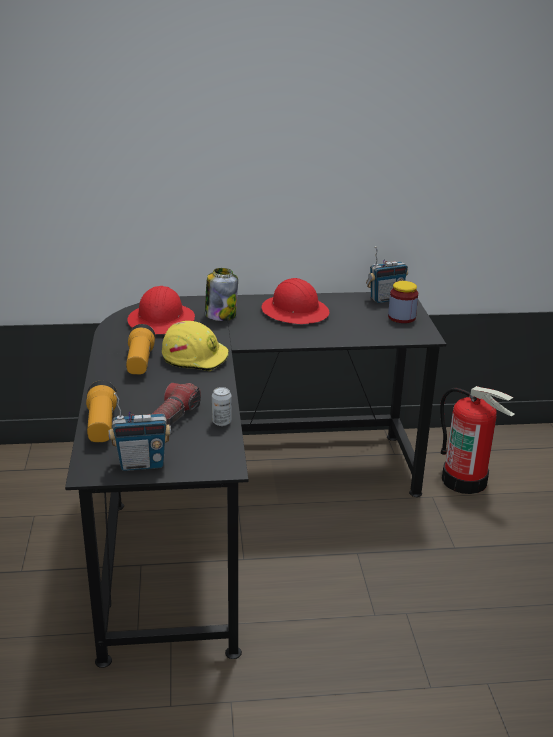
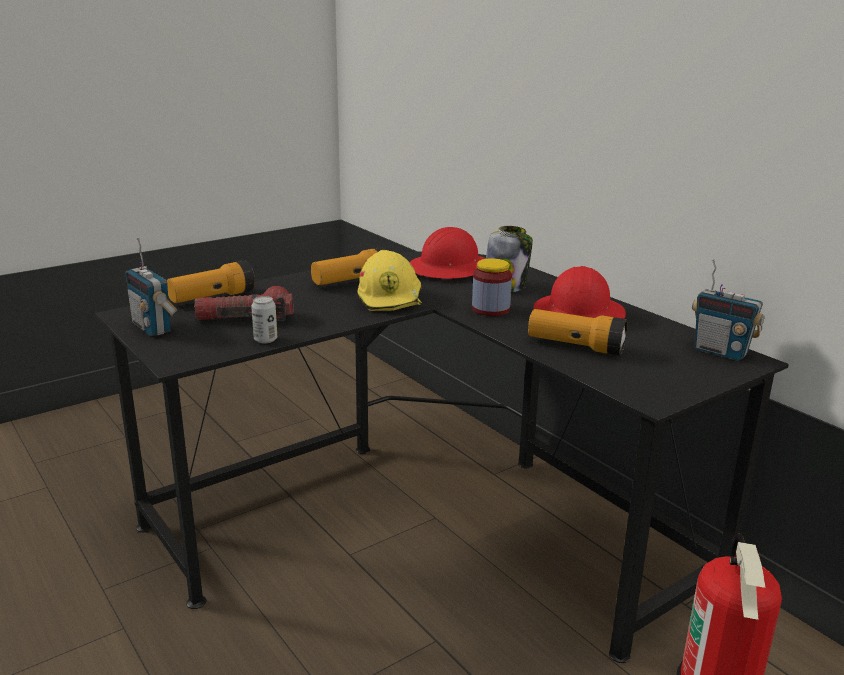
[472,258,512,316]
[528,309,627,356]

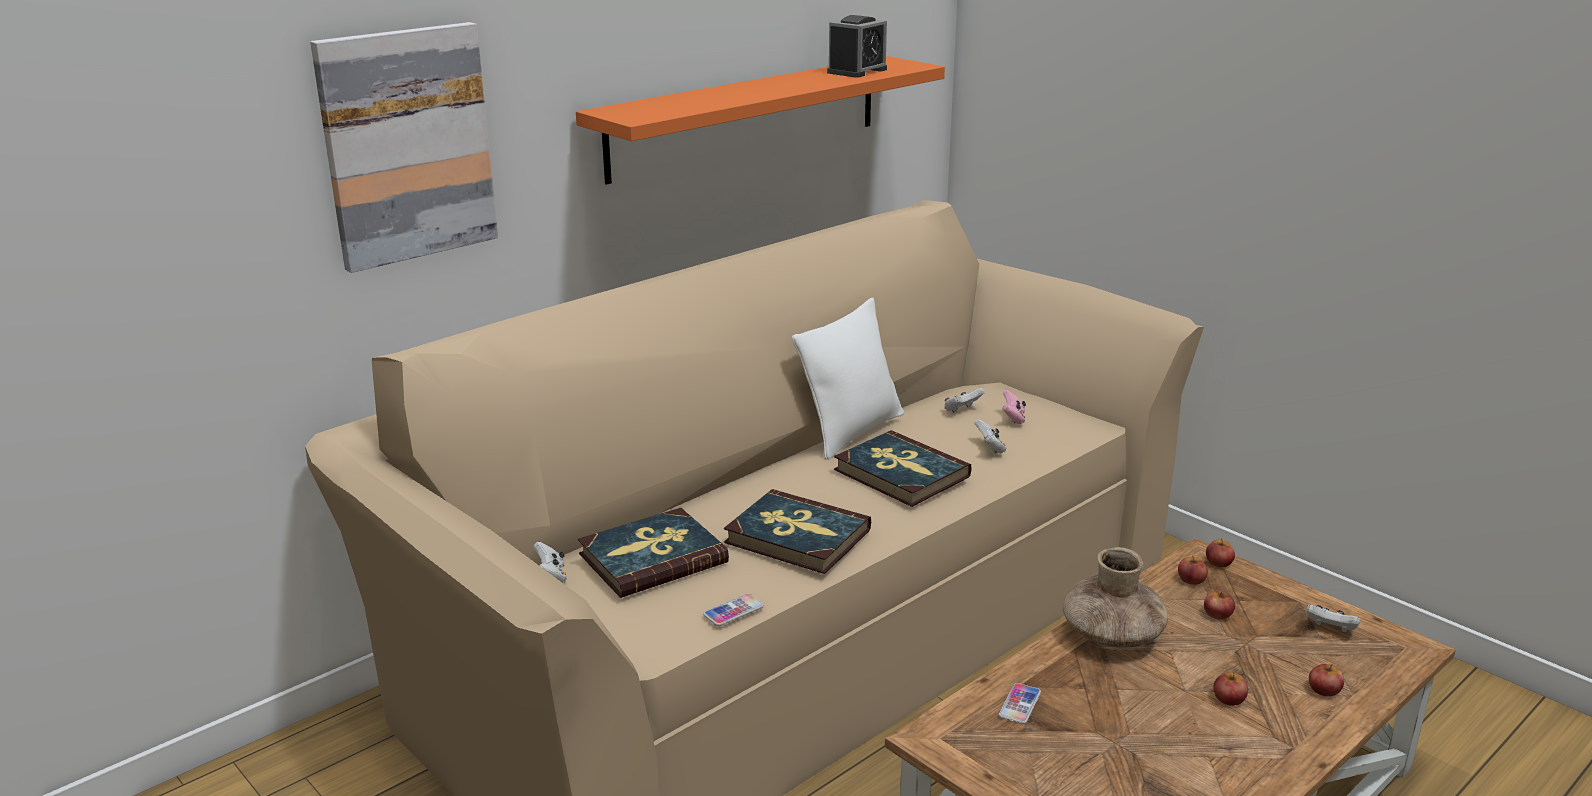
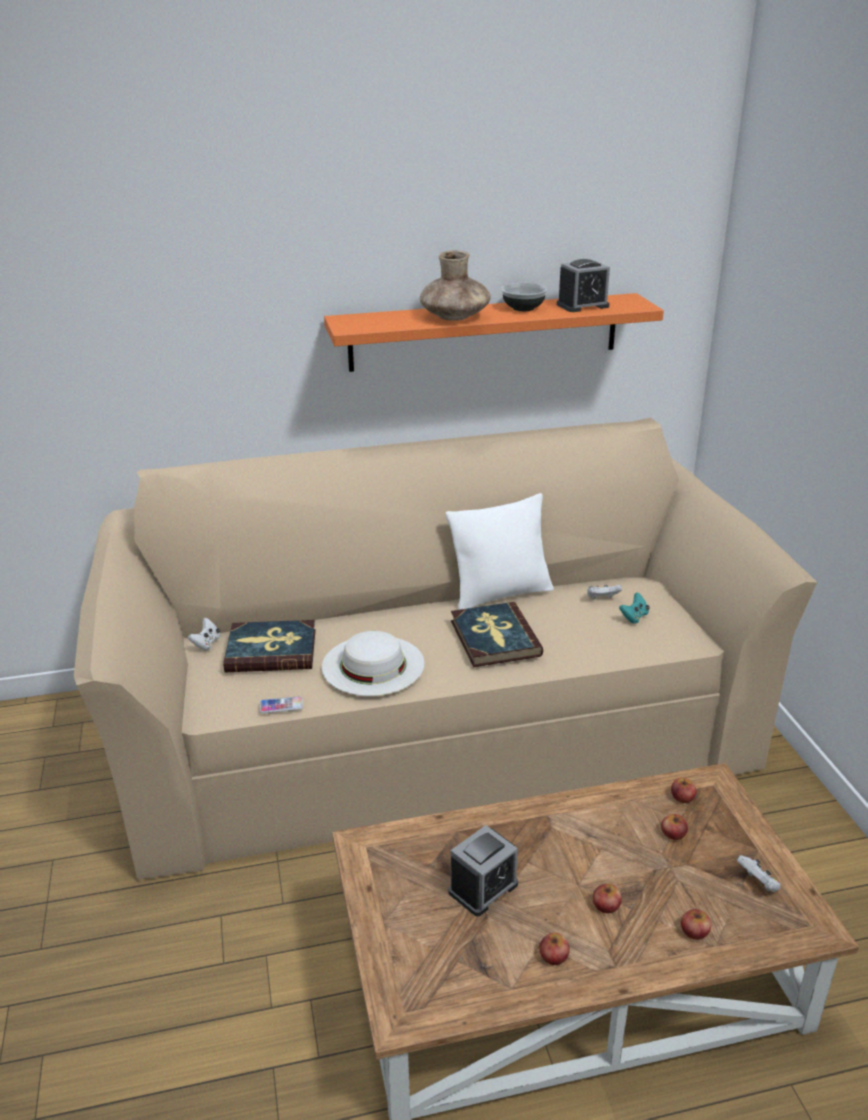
[310,22,498,273] (first image)
[322,631,425,696]
[974,419,1006,454] (first image)
[999,683,1041,724] (first image)
[619,592,650,624]
[420,251,491,321]
[539,933,570,965]
[448,825,518,917]
[501,283,547,311]

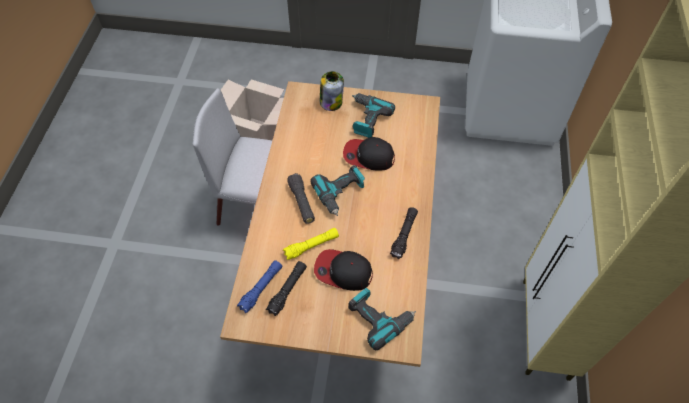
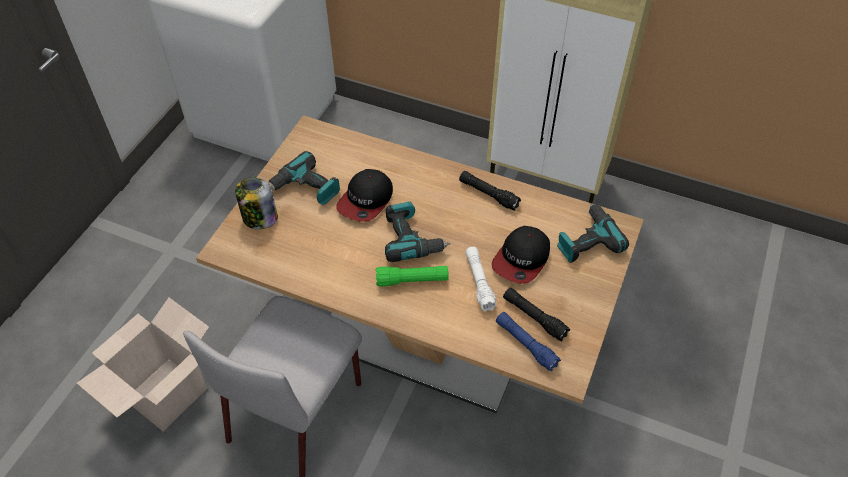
[465,247,497,312]
[375,266,449,287]

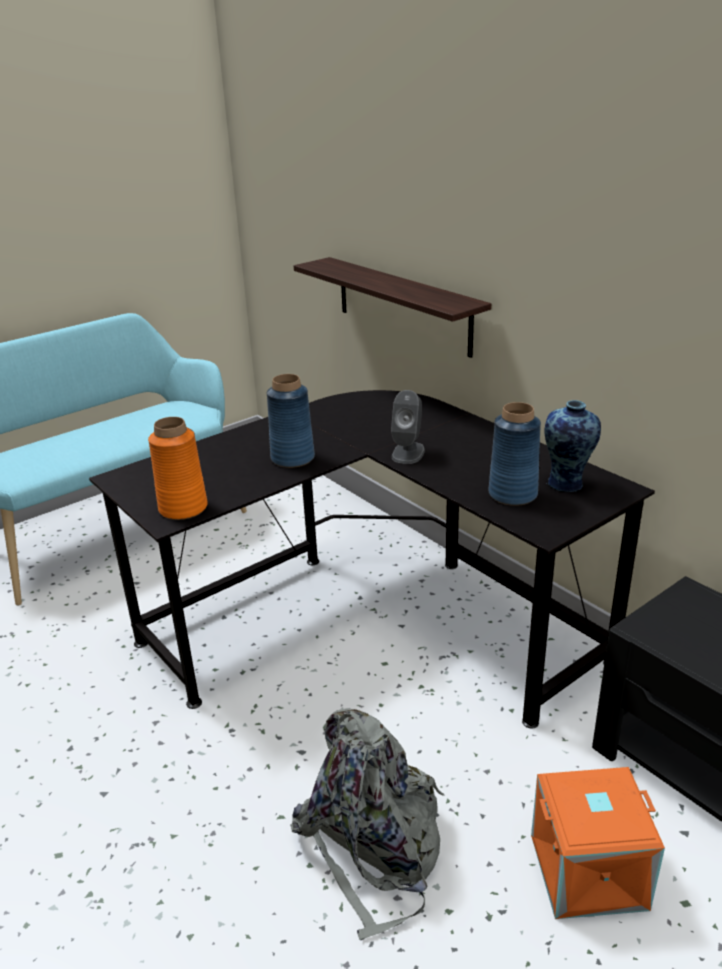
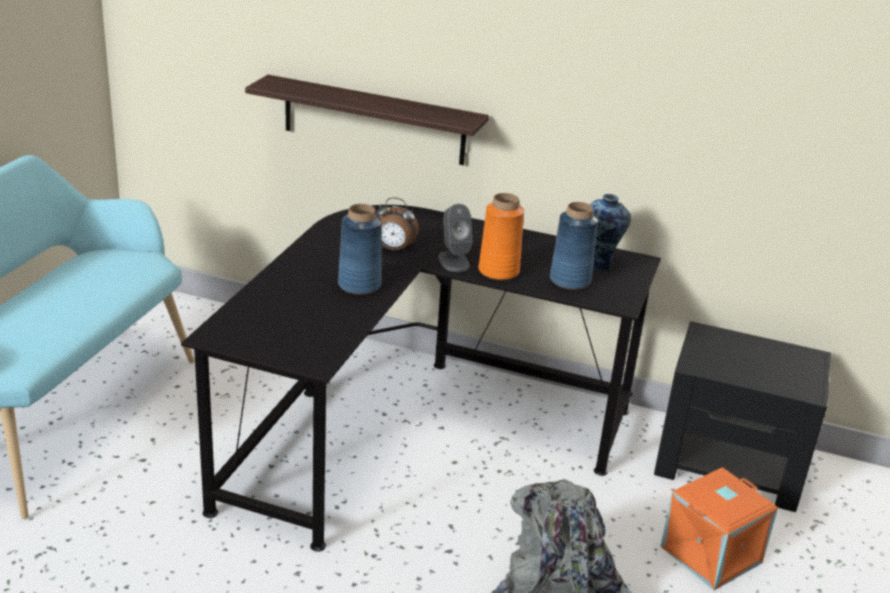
[478,193,524,280]
[376,197,419,252]

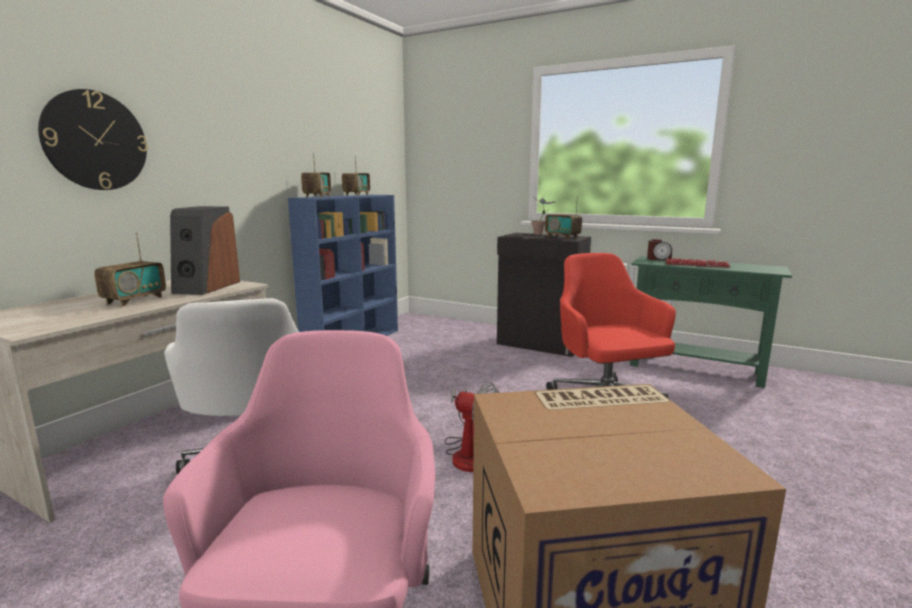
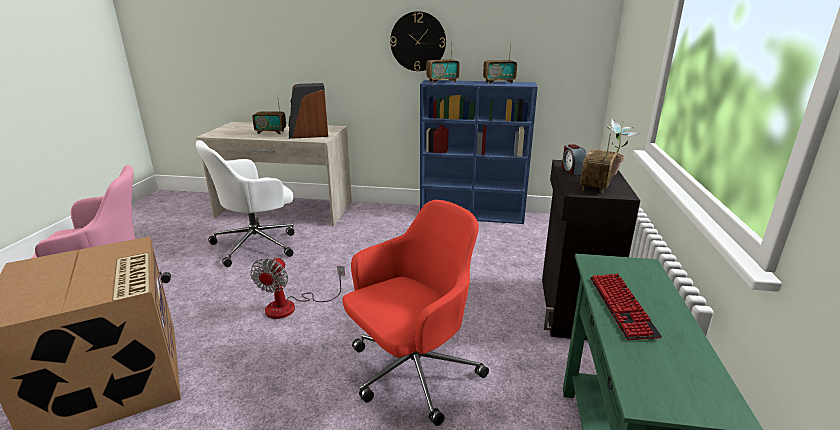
[390,11,446,71]
[562,144,587,175]

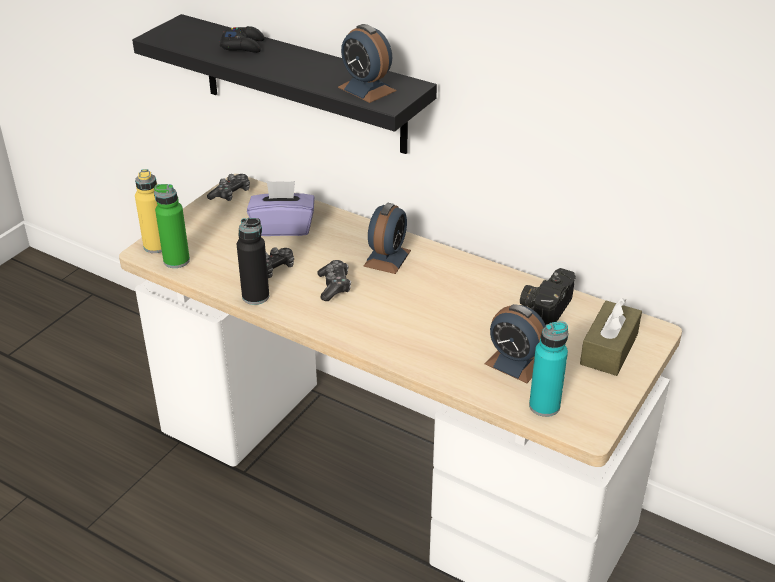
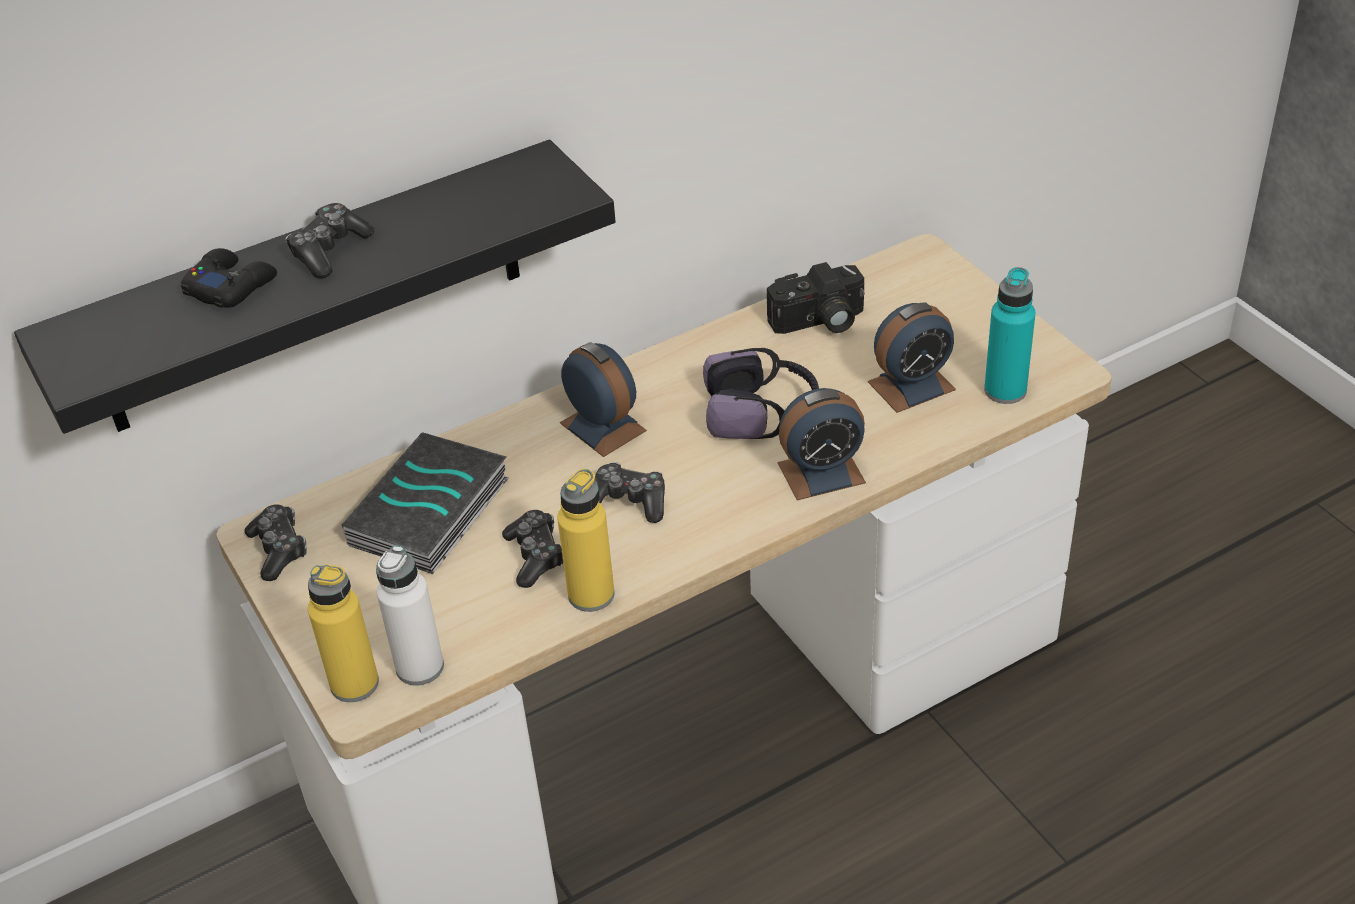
[376,545,444,685]
[557,469,615,612]
[342,433,509,574]
[778,388,866,500]
[767,262,865,334]
[580,298,642,376] (first image)
[285,203,375,279]
[703,348,819,439]

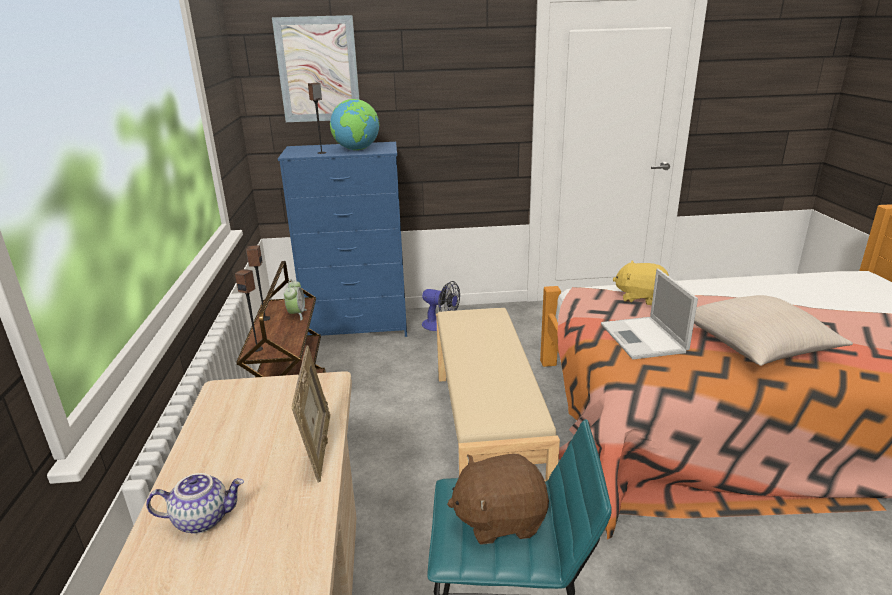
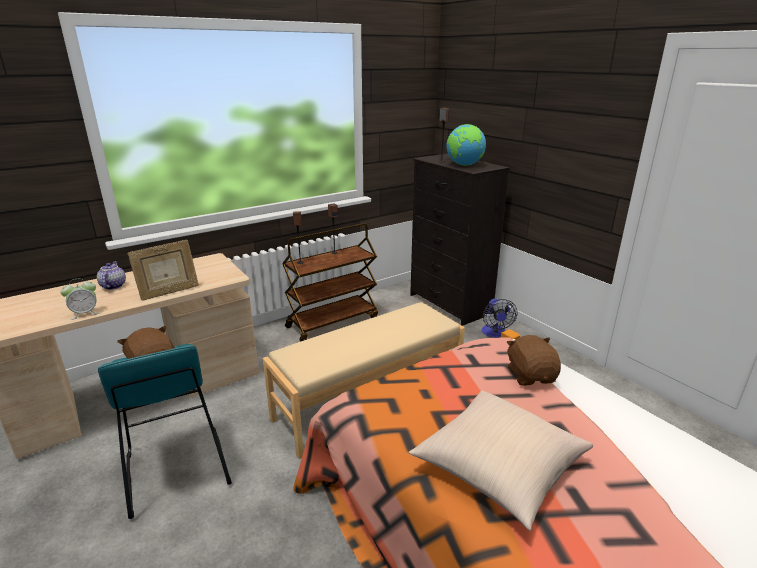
[97,261,126,290]
[272,15,359,122] (first image)
[410,154,510,326]
[60,279,100,320]
[601,269,698,359] (first image)
[506,335,561,386]

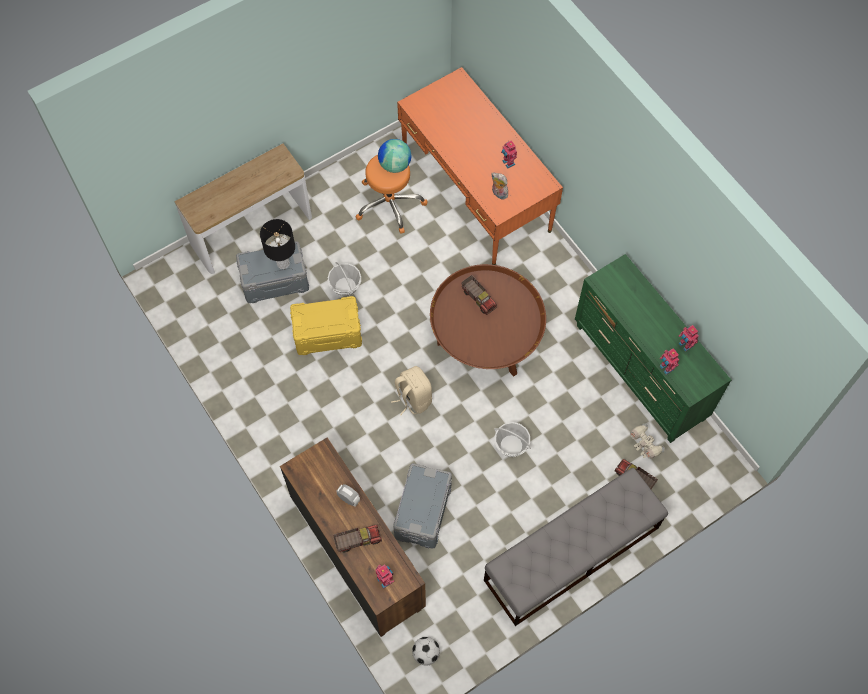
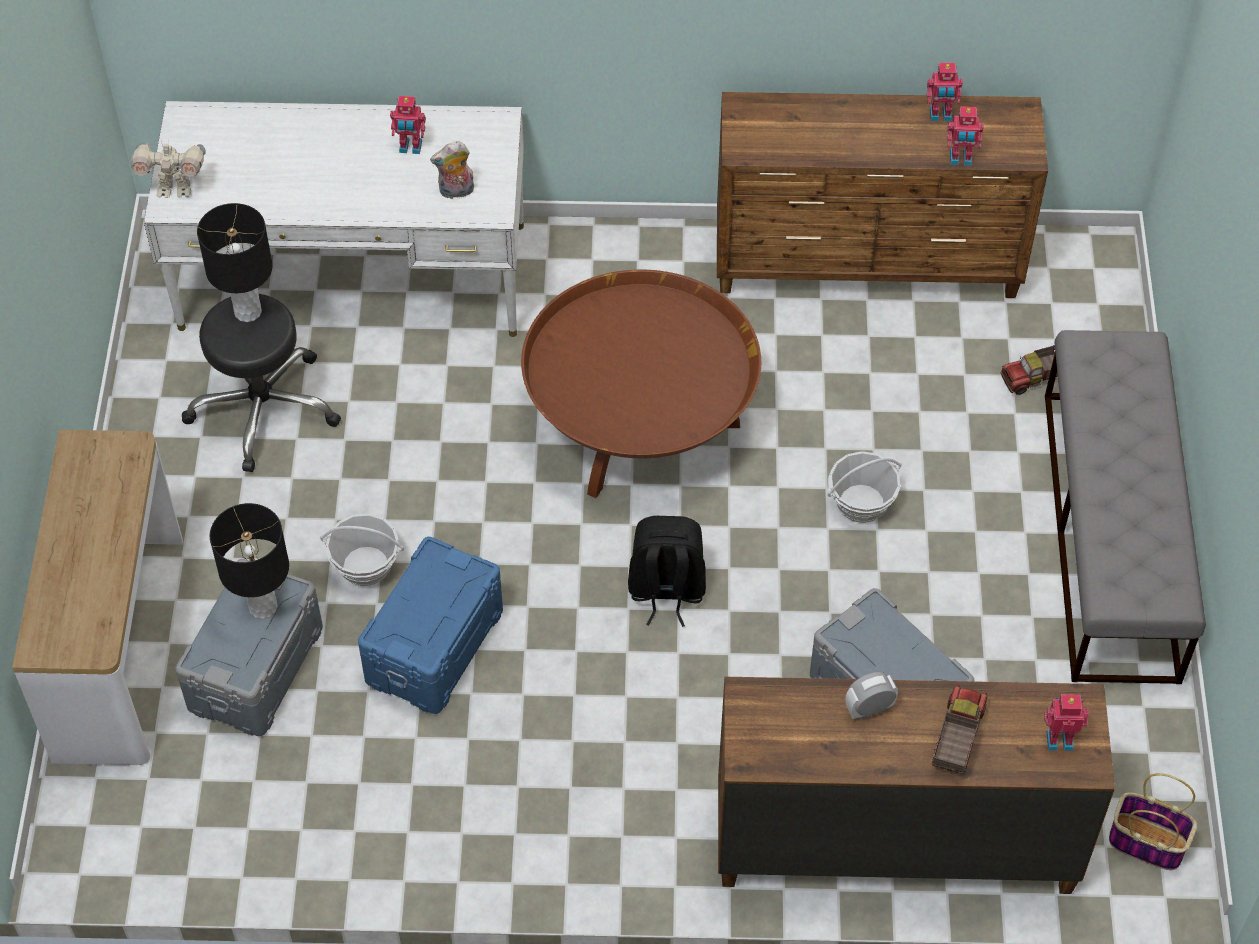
[358,537,503,714]
[182,294,341,472]
[197,203,273,322]
[628,516,706,627]
[144,101,524,337]
[1109,773,1197,870]
[461,275,497,315] (first image)
[717,92,1048,298]
[131,141,206,198]

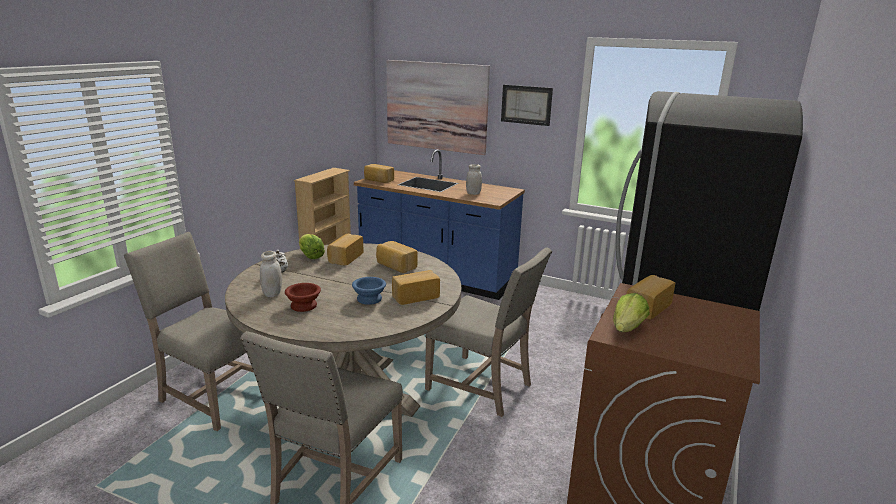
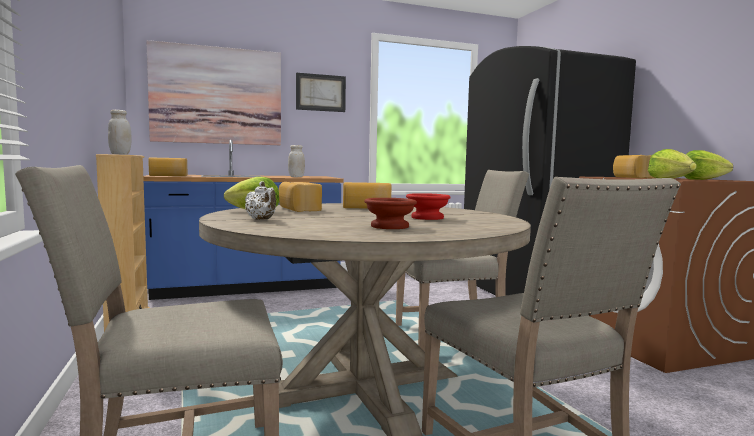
[108,110,131,154]
[406,193,451,220]
[392,270,440,305] (first image)
[684,150,733,180]

